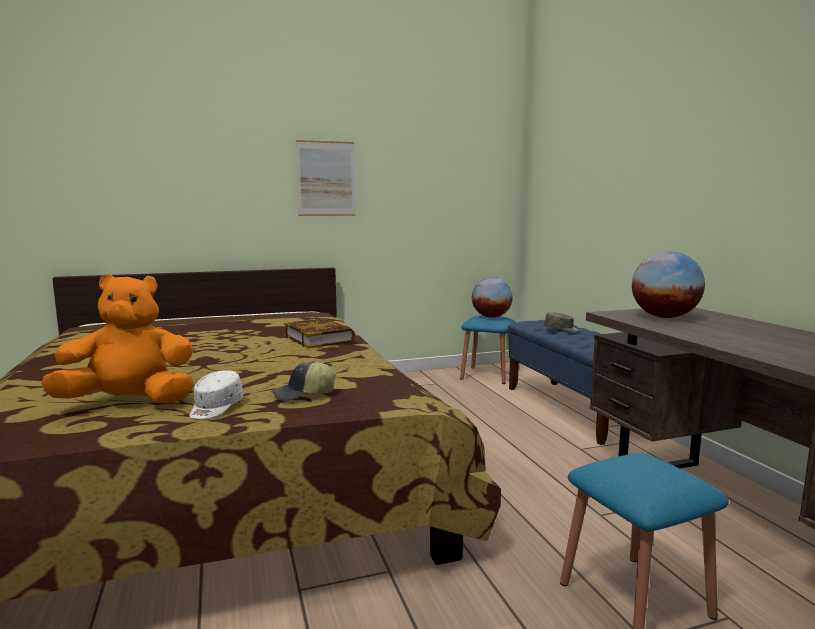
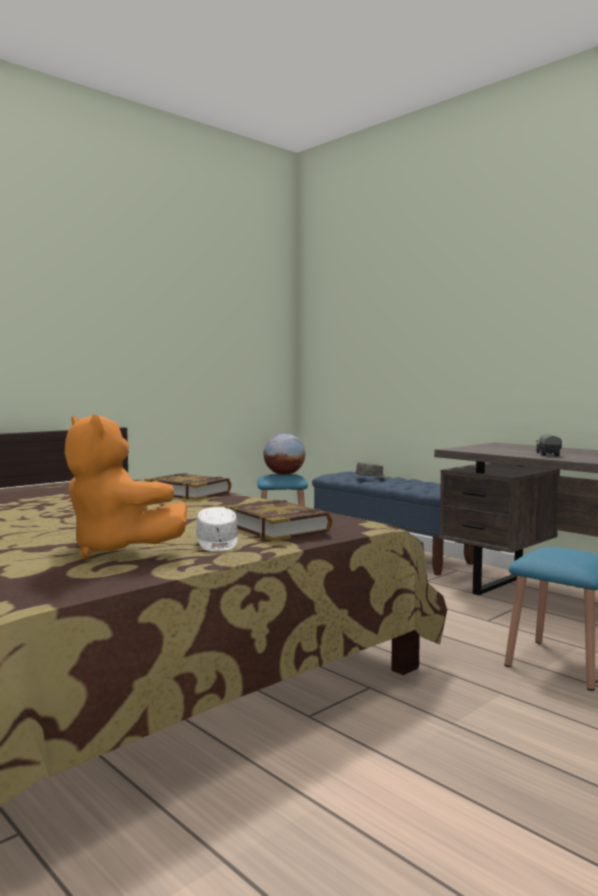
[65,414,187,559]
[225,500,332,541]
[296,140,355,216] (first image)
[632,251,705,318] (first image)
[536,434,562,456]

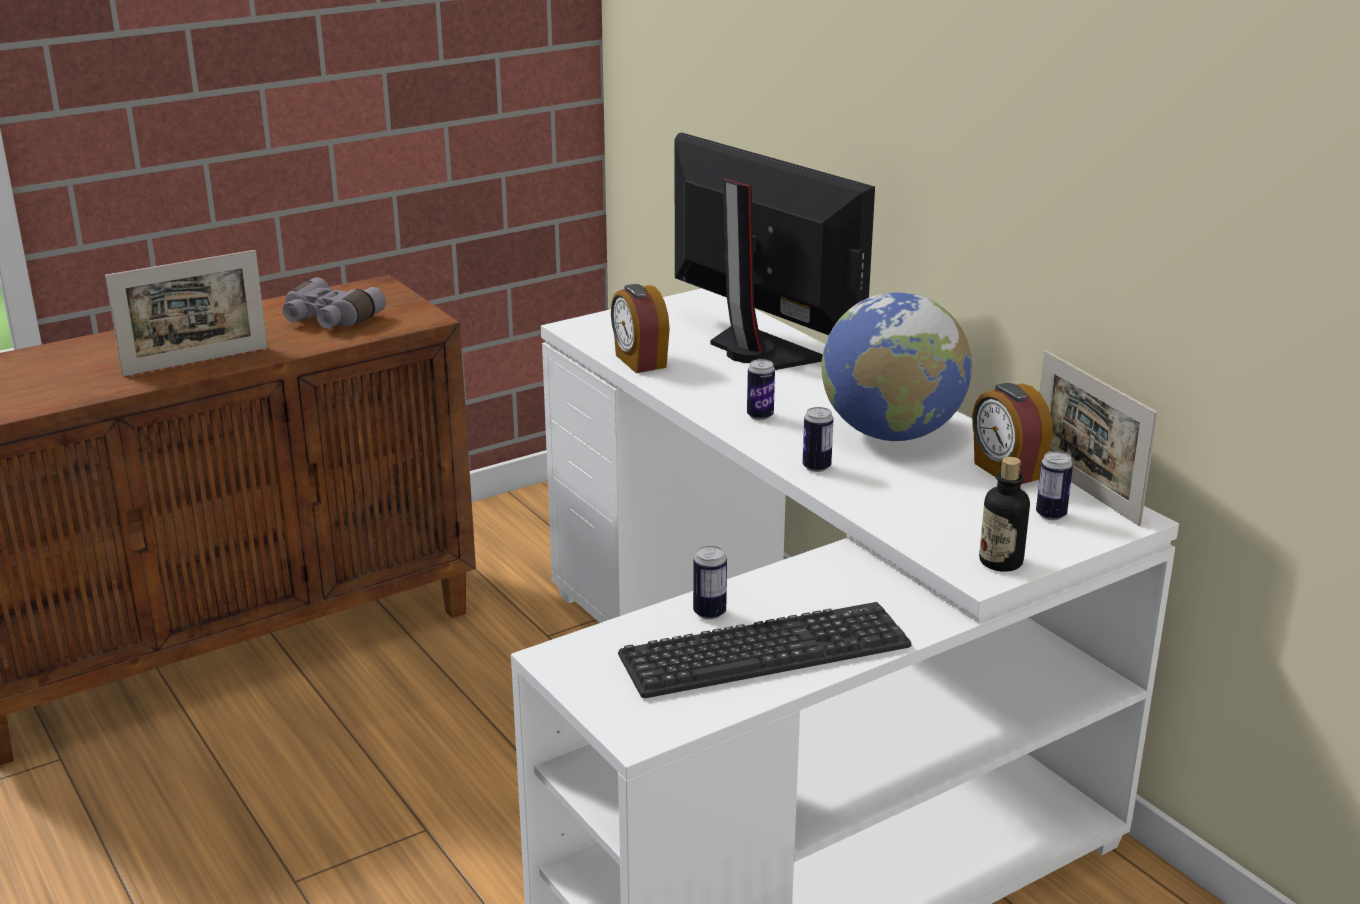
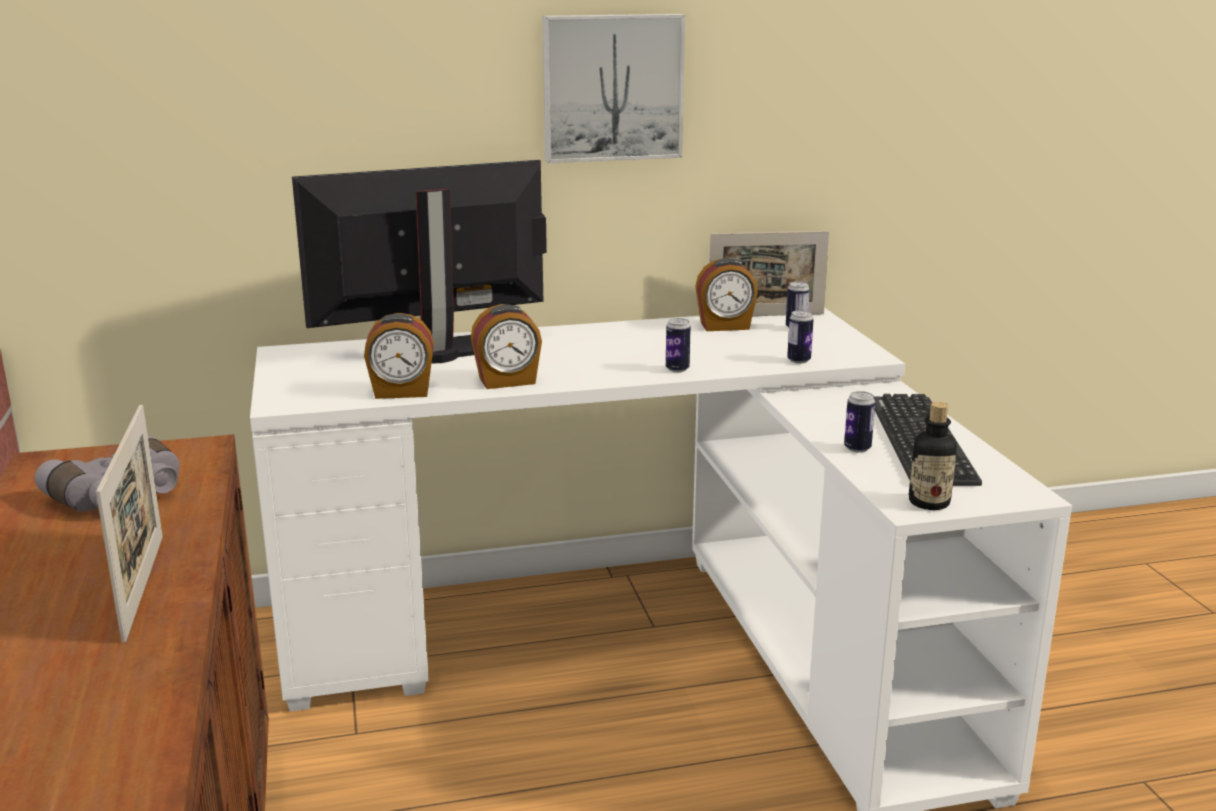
[787,310,814,364]
[822,292,972,441] (first image)
[909,402,957,510]
[471,304,542,389]
[542,14,685,163]

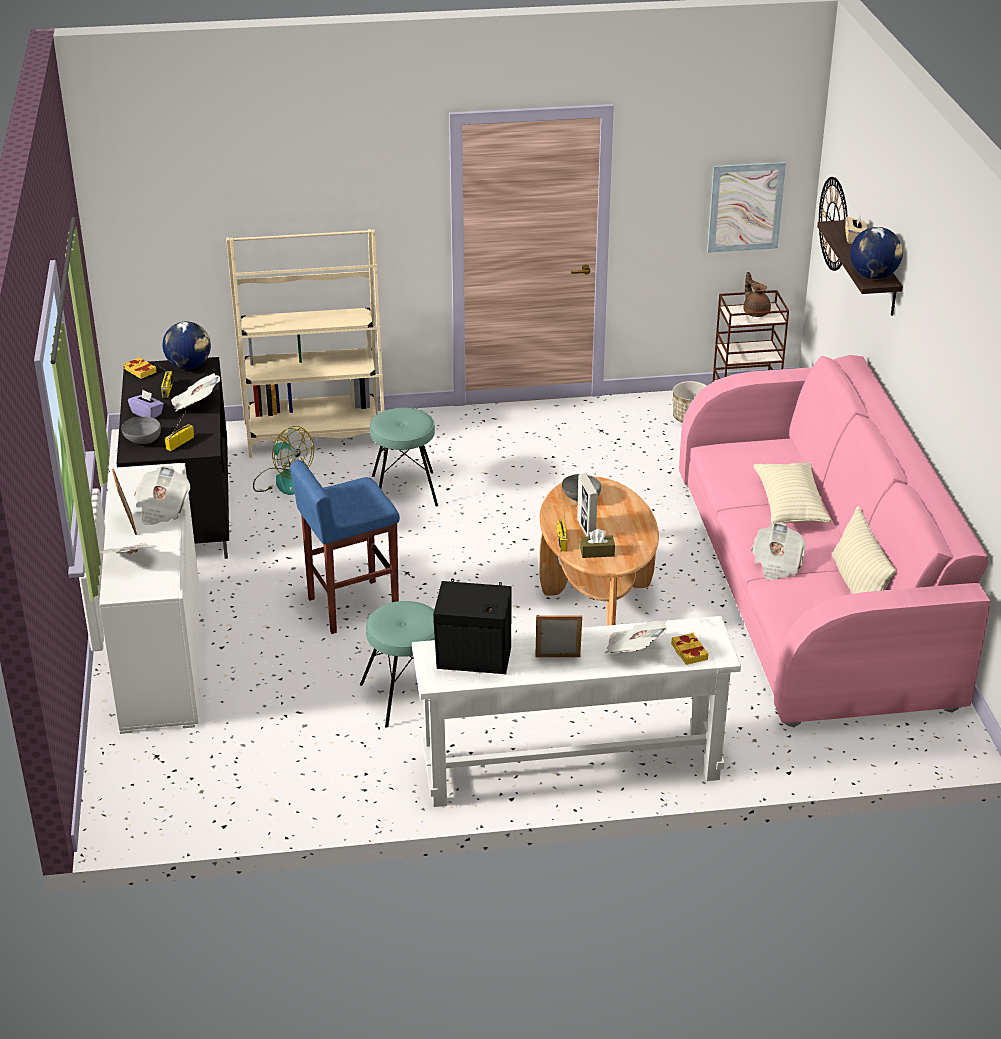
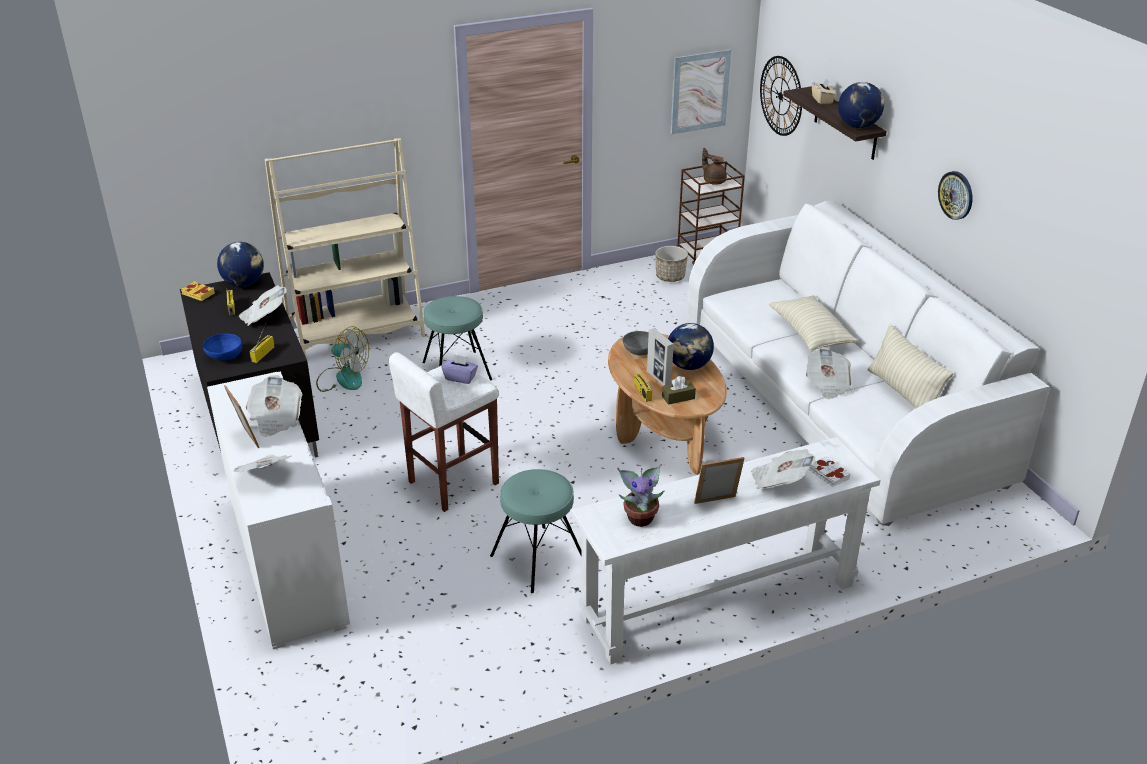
[203,333,242,360]
[441,354,478,384]
[389,352,499,512]
[617,464,665,527]
[809,456,851,487]
[687,201,1050,526]
[668,323,714,370]
[938,171,973,220]

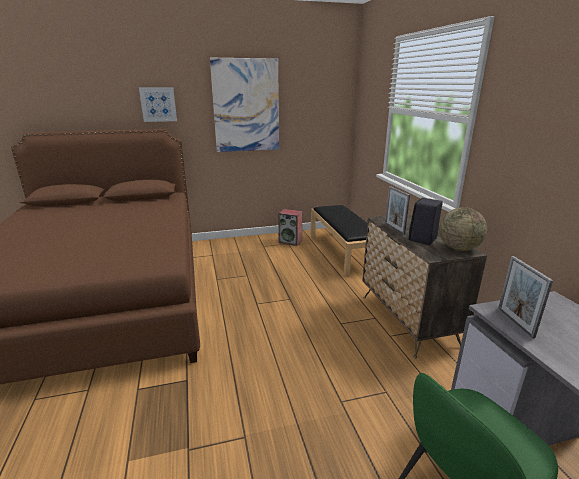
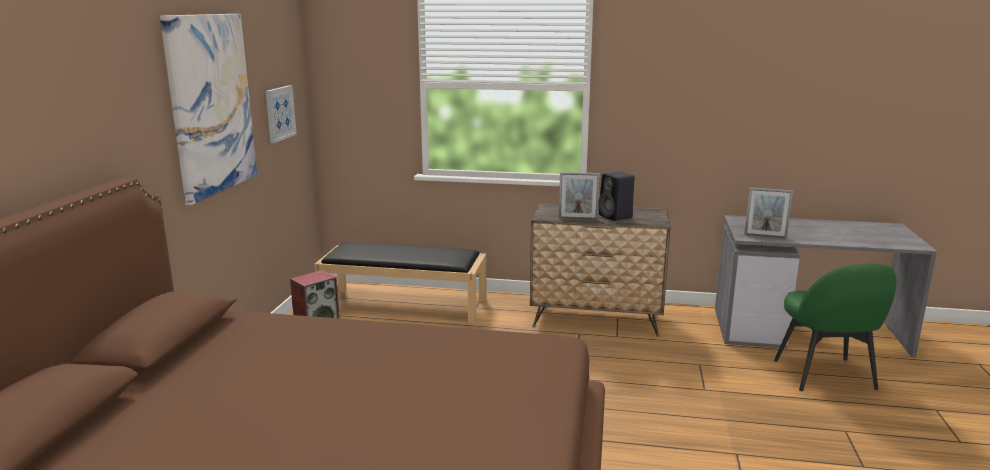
[266,85,297,143]
[440,207,487,251] (first image)

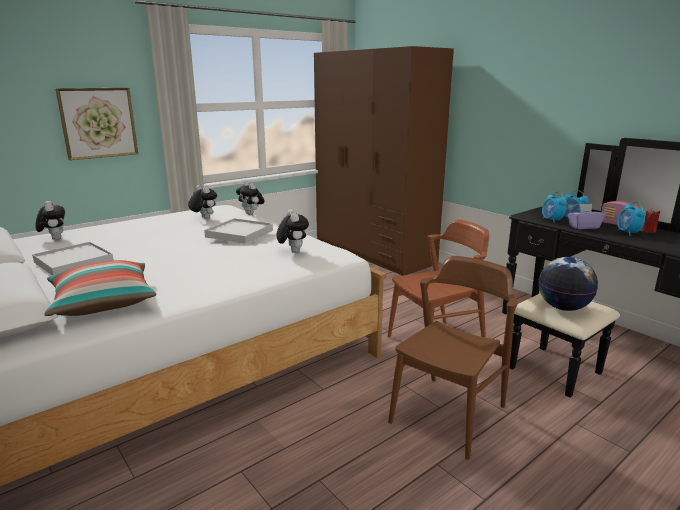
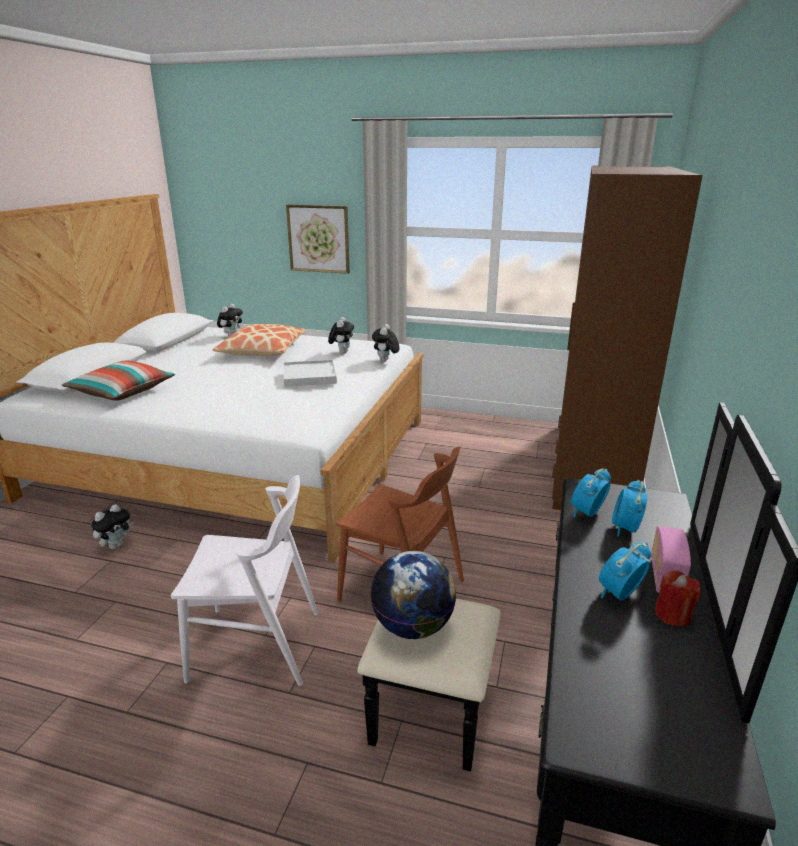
[32,242,114,275] (first image)
[91,504,134,549]
[171,475,319,686]
[568,204,605,229] (first image)
[213,324,306,356]

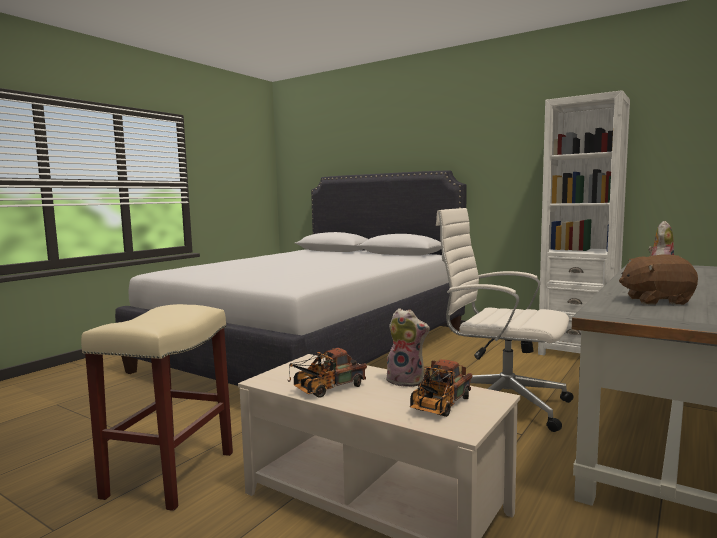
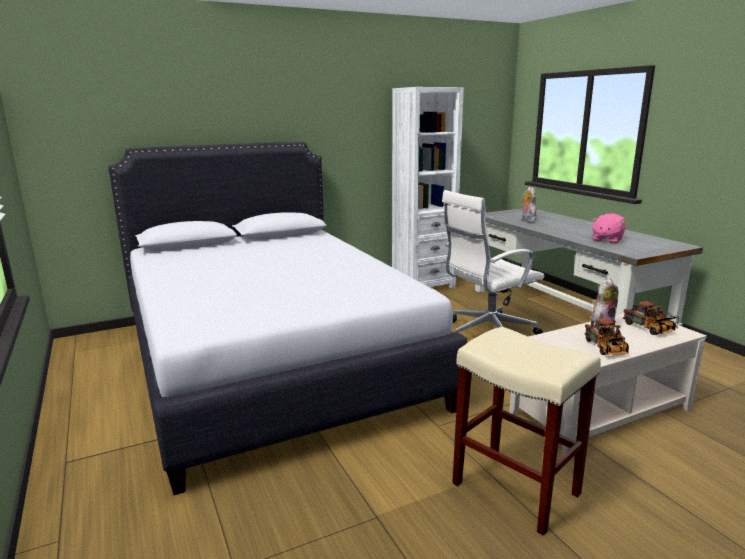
[592,213,626,244]

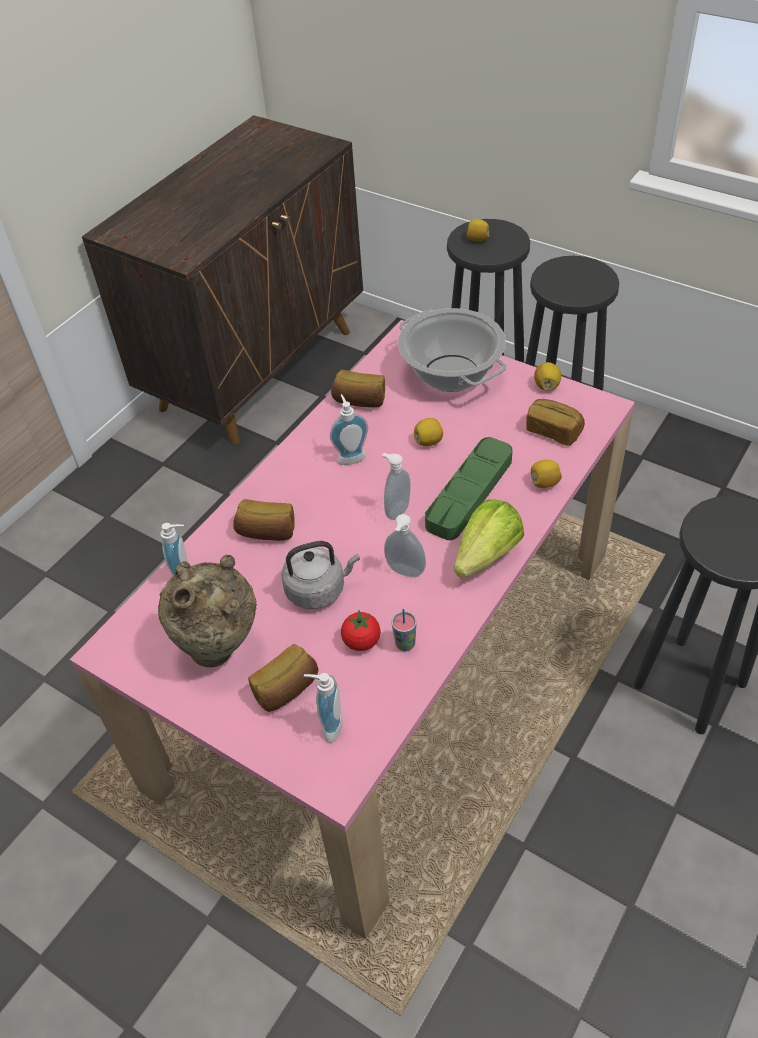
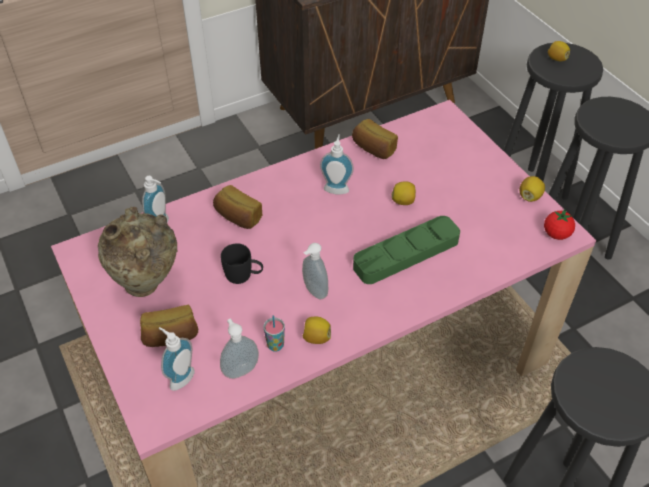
[221,243,263,284]
[544,209,575,240]
[220,319,259,379]
[398,308,507,392] (first image)
[454,499,524,578] (first image)
[526,399,585,446] (first image)
[303,317,331,344]

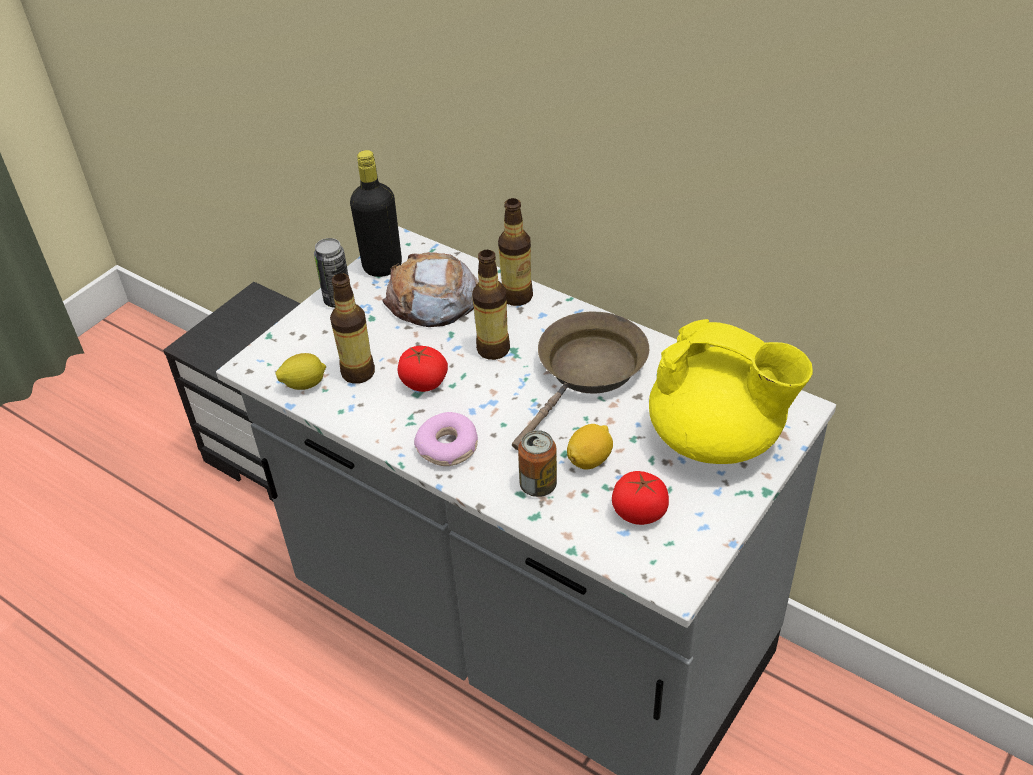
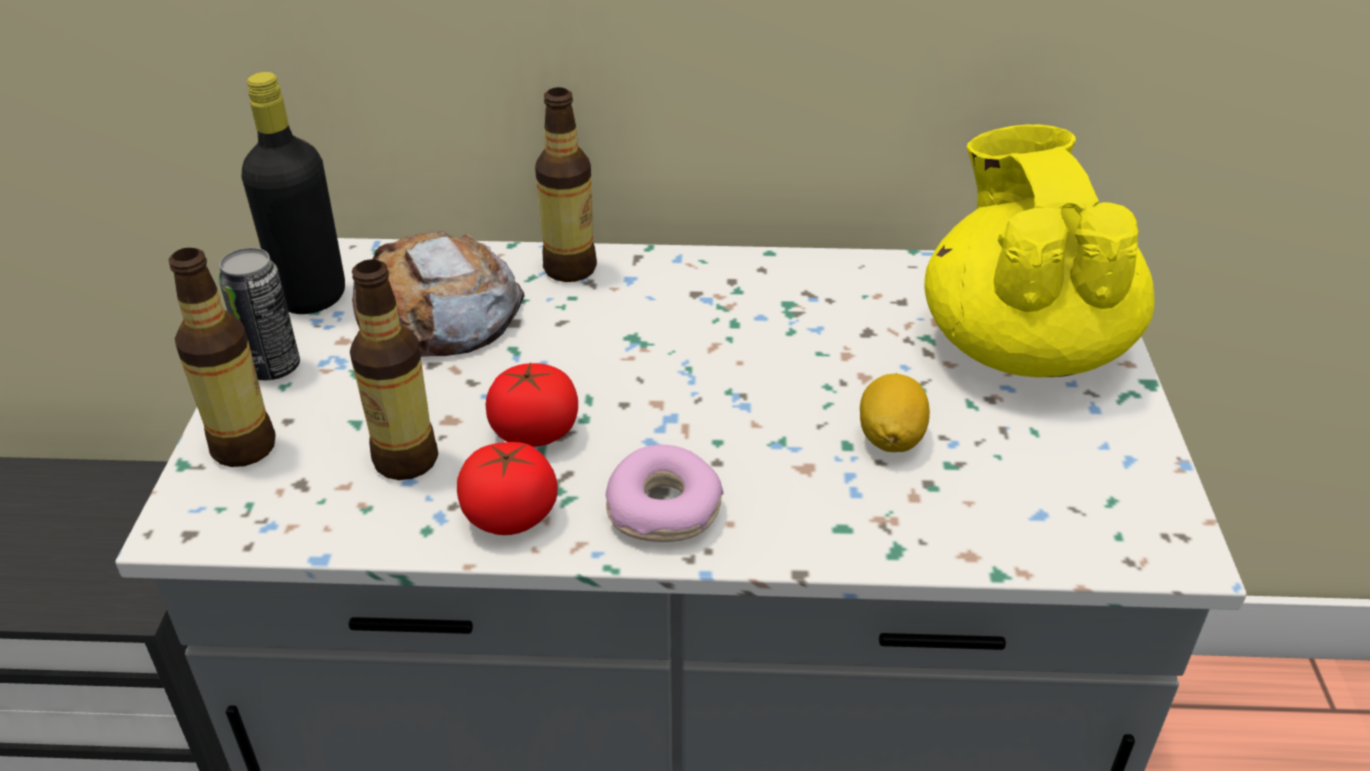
[276,353,326,390] (first image)
[168,248,276,467]
[512,312,649,450] (first image)
[518,430,557,497] (first image)
[457,442,558,535]
[924,124,1154,377]

